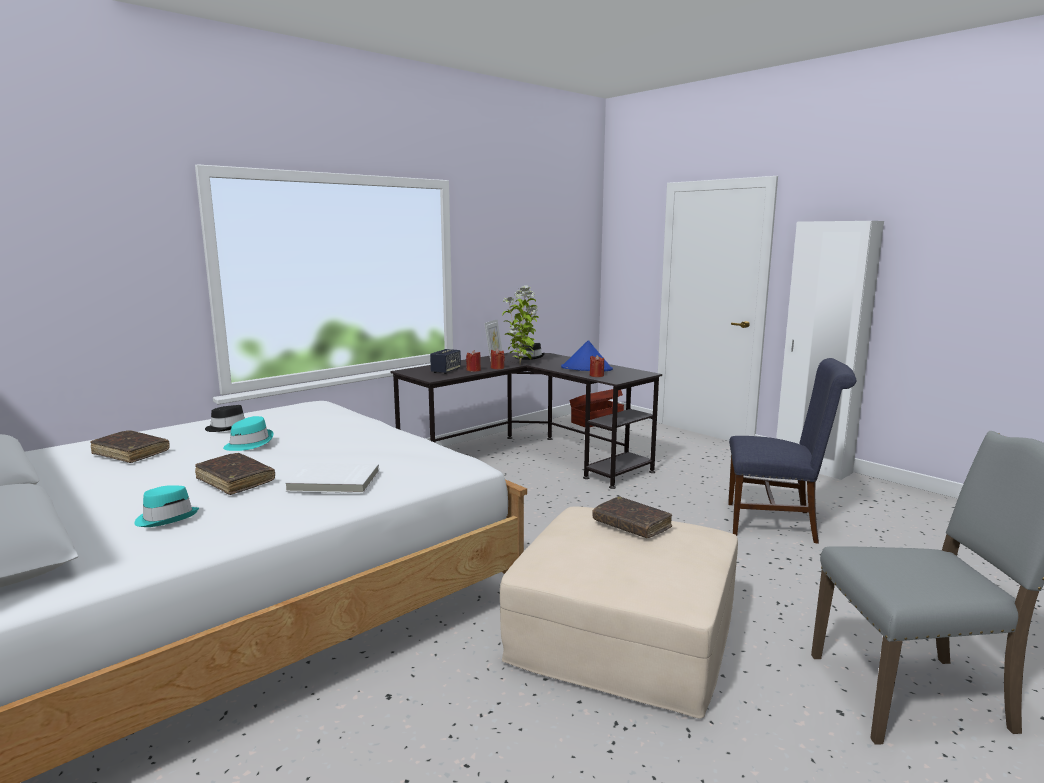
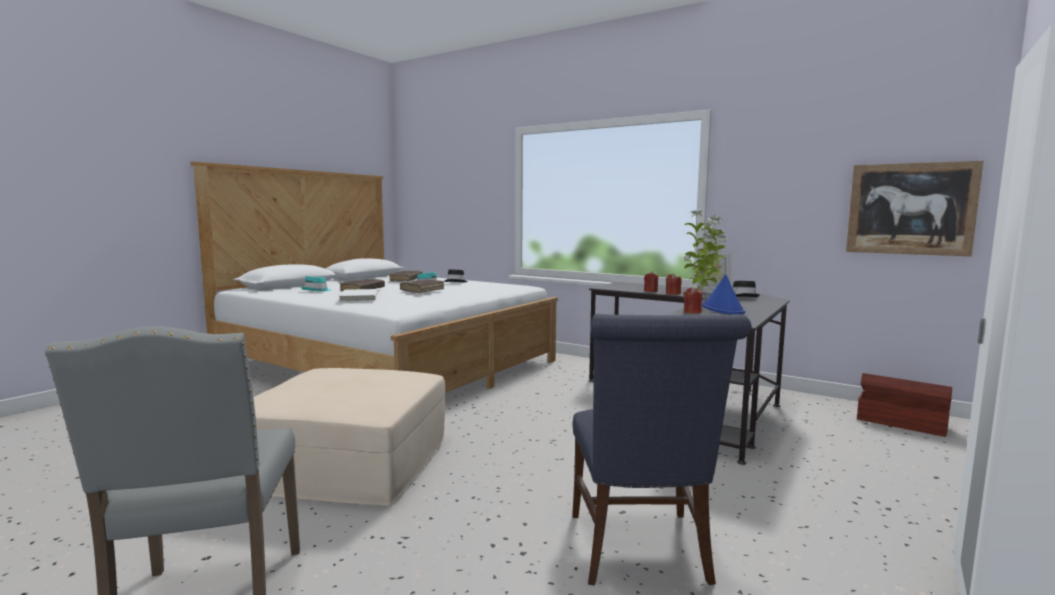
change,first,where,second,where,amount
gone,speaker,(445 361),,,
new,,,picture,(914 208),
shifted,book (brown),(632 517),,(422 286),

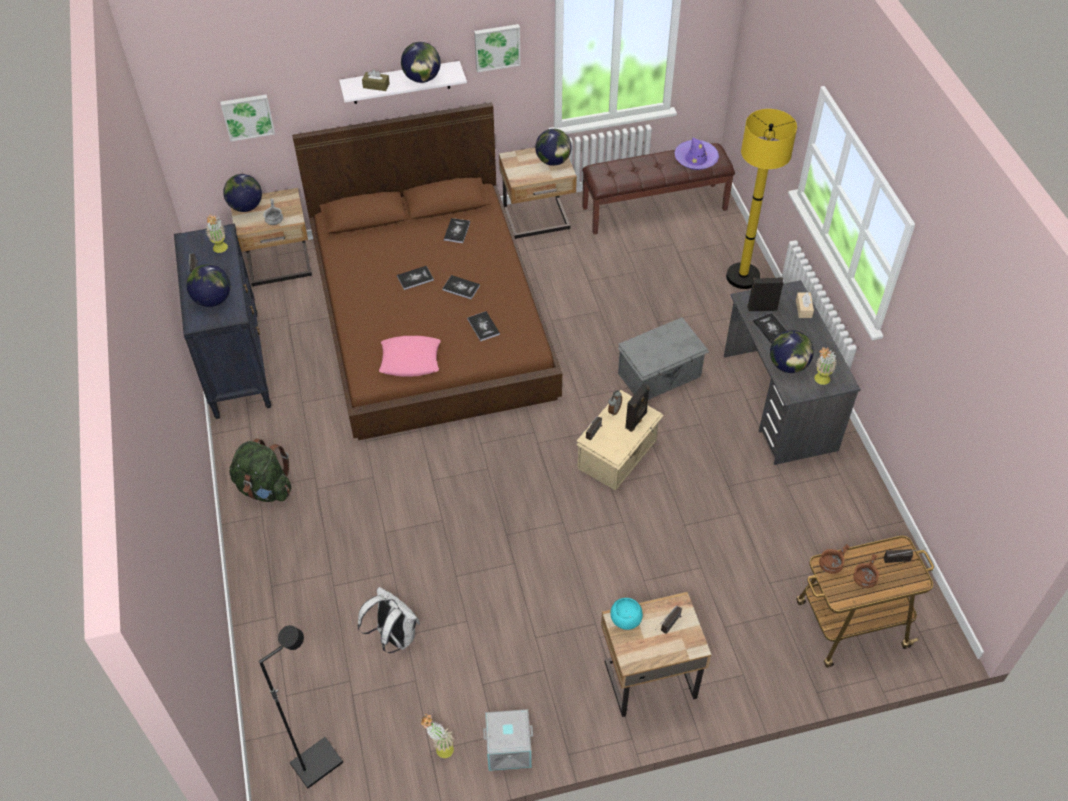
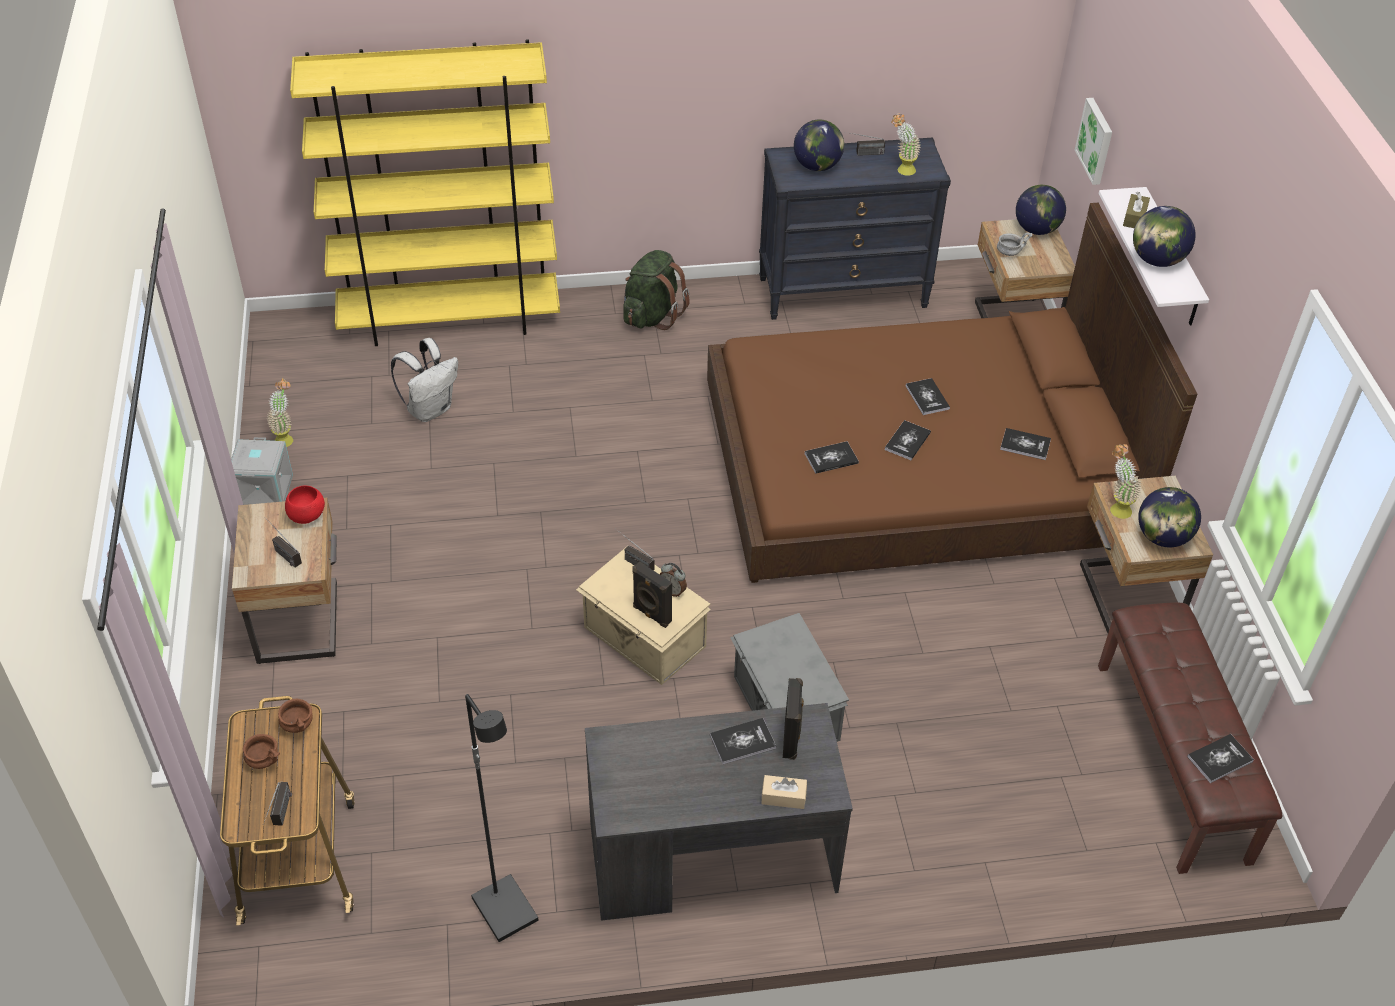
change,first,where,second,where,amount
gone,pillow (pink),(410 356),,,
gone,picture,(497 48),,,
gone,floor lamp (yellow),(761 199),,,
gone,globe,(792 351),,,
new,,,bookcase (yellow),(425 192),
shifted,floor lamp (black),(301 706),,(501 818),
shifted,potted plant,(826 366),,(1126 481),
swapped,hat (purple),(696 153),book,(1220 758),
repainted,bowl (turquoise),(626 614),bowl (red),(305 505),

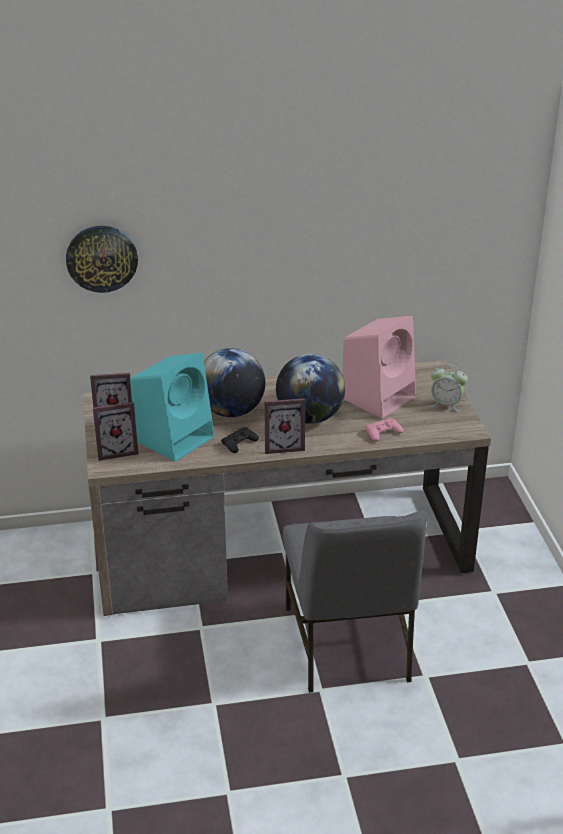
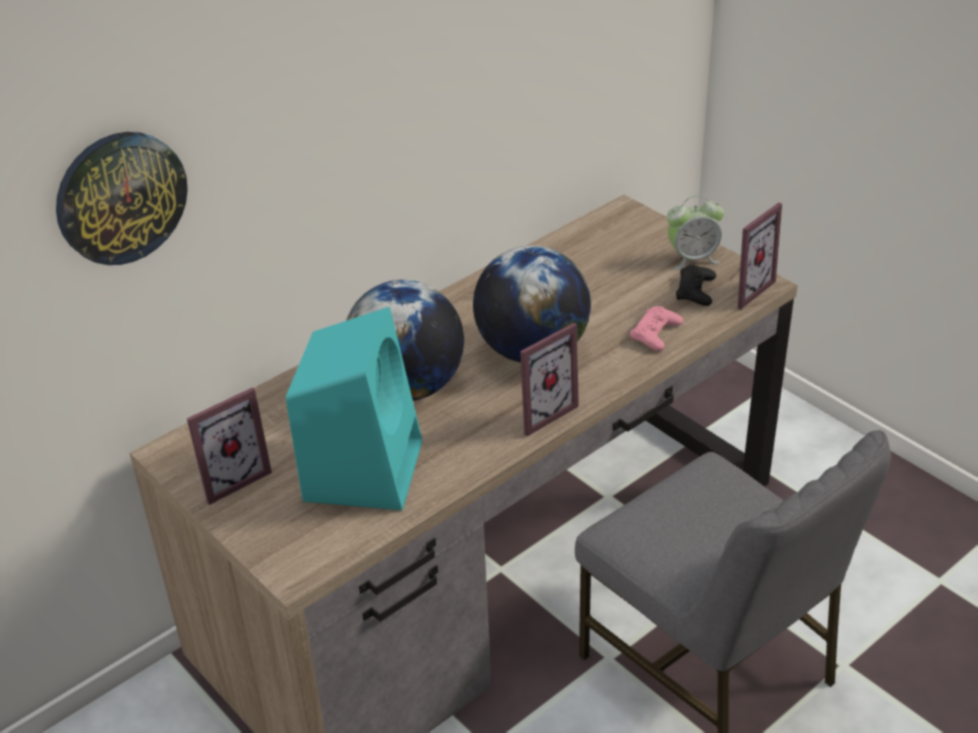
change,first,where,second,where,amount
gone,speaker (pink),(379 367),,,
shifted,picture frame,(116 431),,(755 256),
shifted,game controller (black),(240 440),,(696 285),

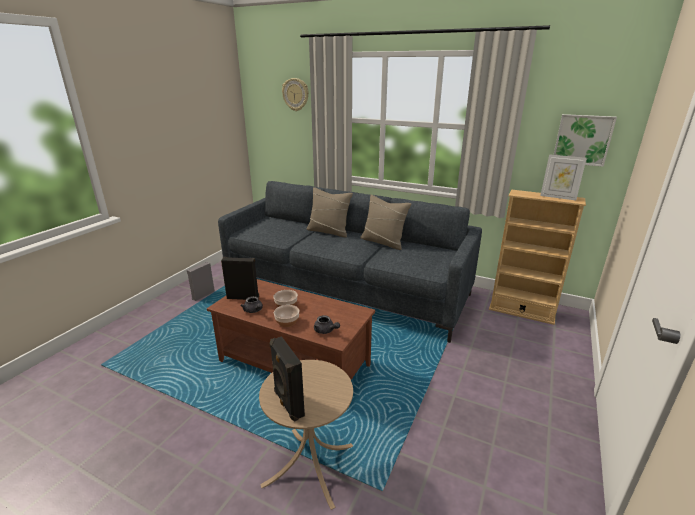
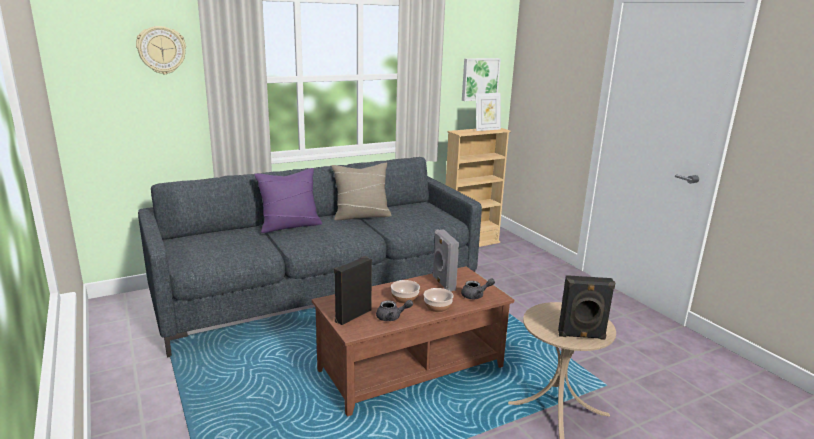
change,first,where,second,where,amount
shifted,speaker (grey),(201 281),,(445 260),
repainted,pillow (beige),(330 212),pillow (purple),(288 200),

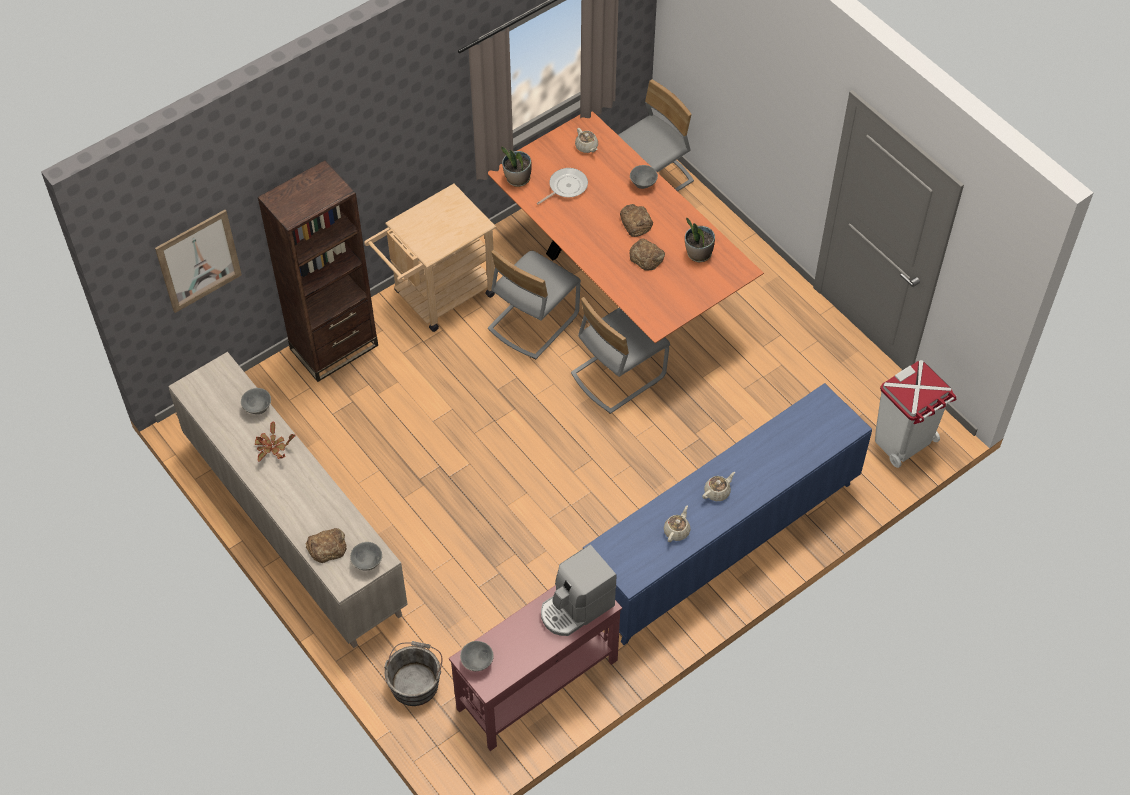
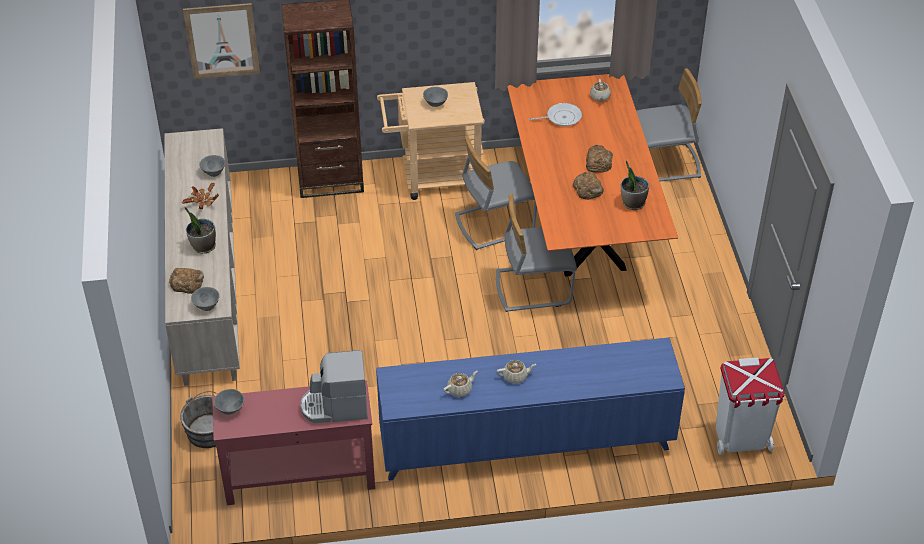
change,first,where,second,where,amount
shifted,potted plant,(516 166),,(200 230),
shifted,bowl (grey),(644 177),,(435 97),

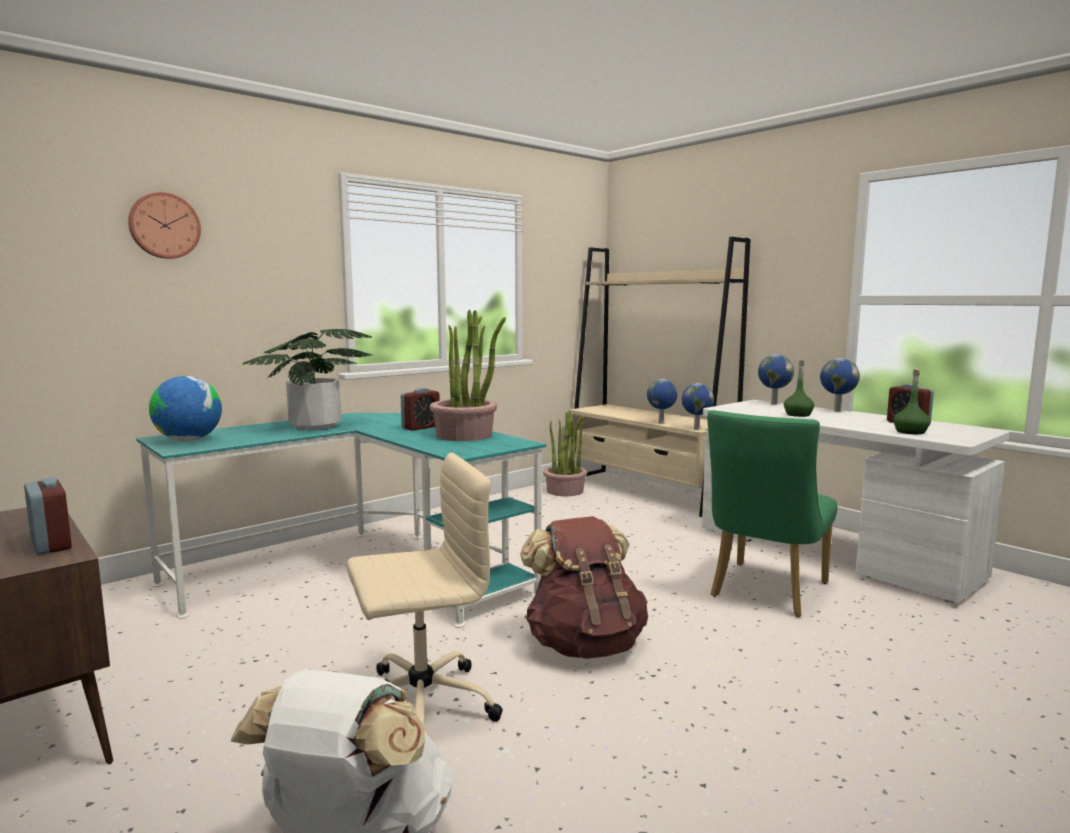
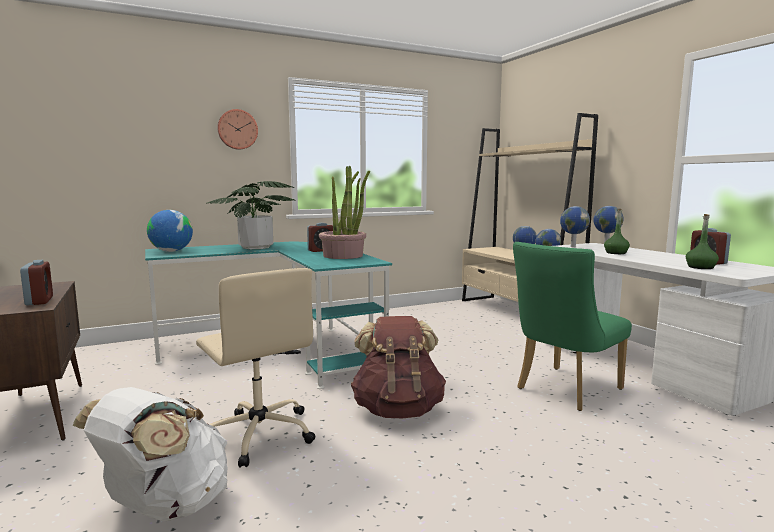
change,first,where,second,where,amount
gone,potted plant,(565 453),,,
shifted,wall clock,(164 225),,(237 129),
shifted,globe,(840 385),,(575 226),
rotated,office chair (beige),(424 588),,(255 368),60 degrees clockwise

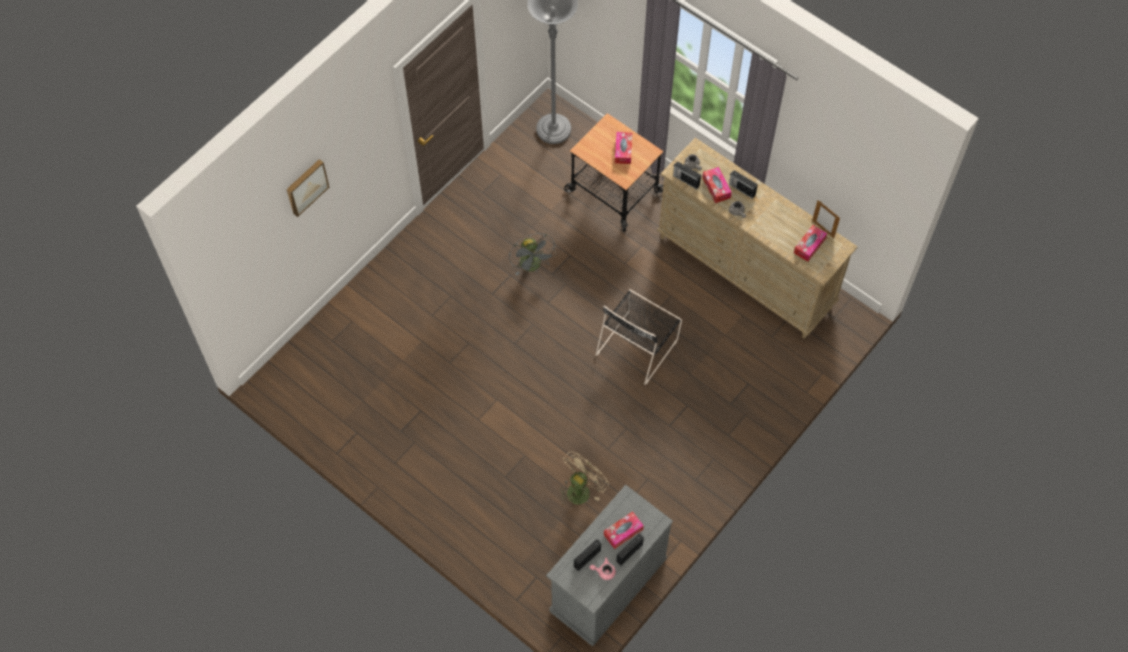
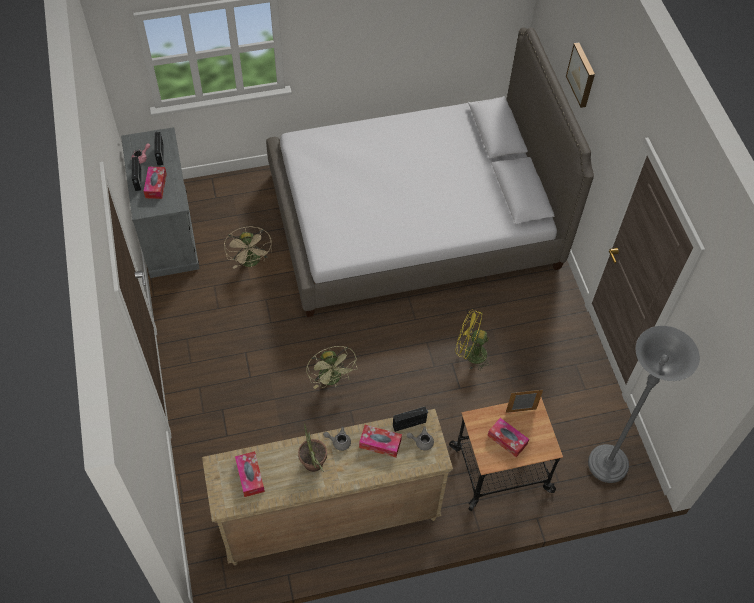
change,first,where,second,where,amount
gone,radio,(743 184),,,
new,,,bed,(430 172),
new,,,potted plant,(312 447),
shifted,picture frame,(826 219),,(524 401),
swapped,chair (black),(638 337),fan (green),(331 367),
repainted,fan (grey),(532 254),fan (yellow),(473 340),

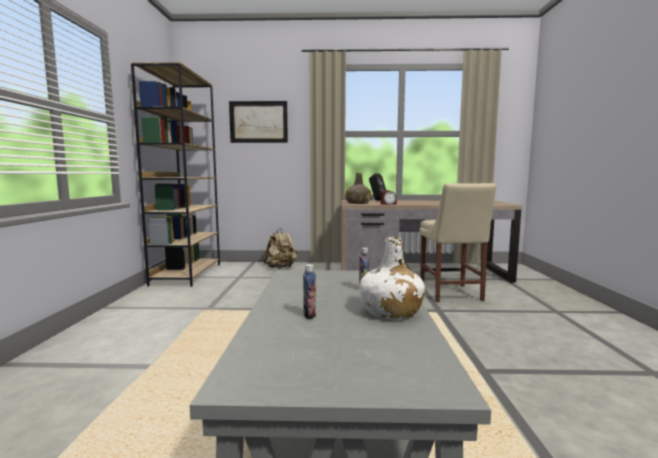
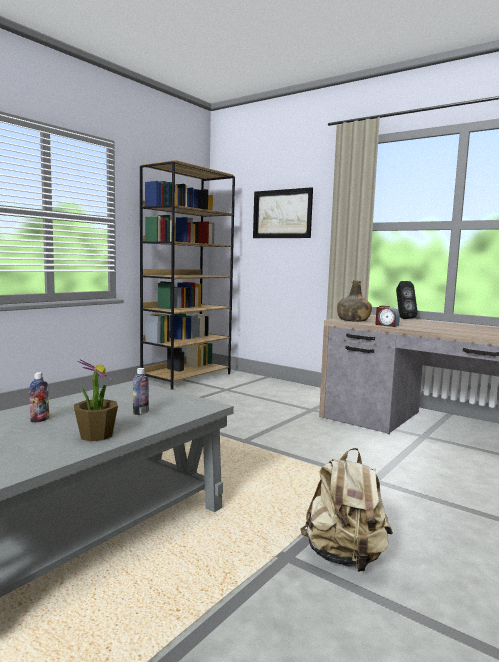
change,first,where,second,where,amount
gone,chair (beige),(457 242),,,
shifted,backpack (beige),(280 248),,(347 510),
swapped,bottle (white),(392 278),potted plant,(96 400),

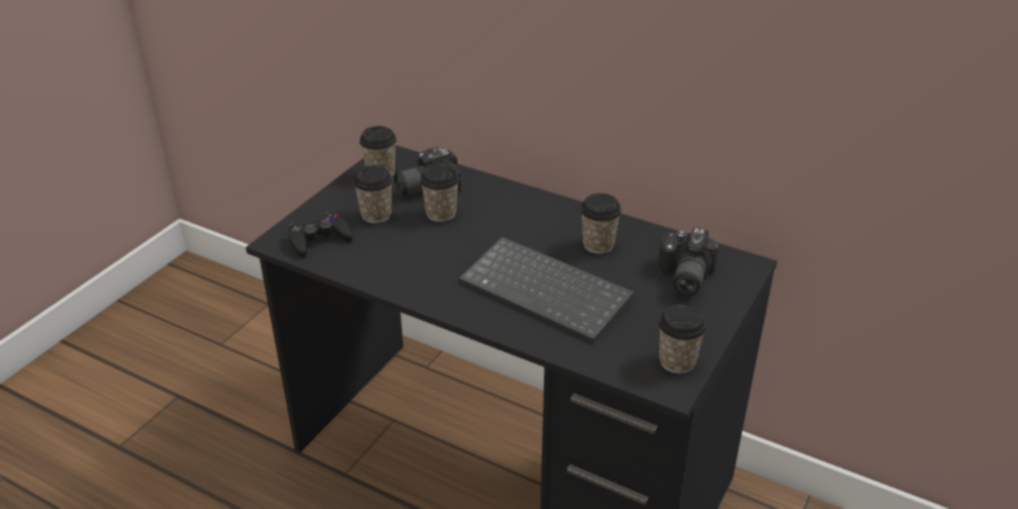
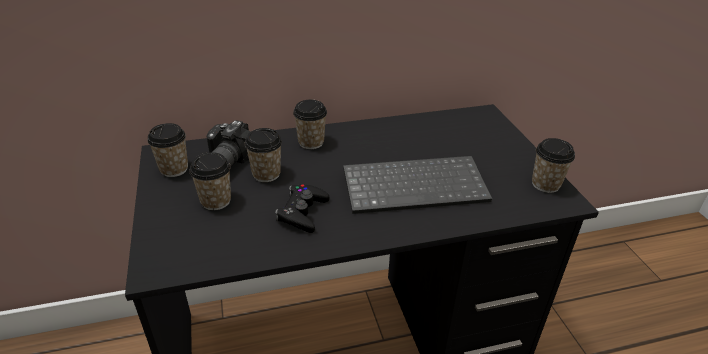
change,first,where,second,where,amount
gone,photo camera,(688 262),,,
shifted,game controller (black),(320 235),,(302 208),
shifted,cup,(601 223),,(310 124),

